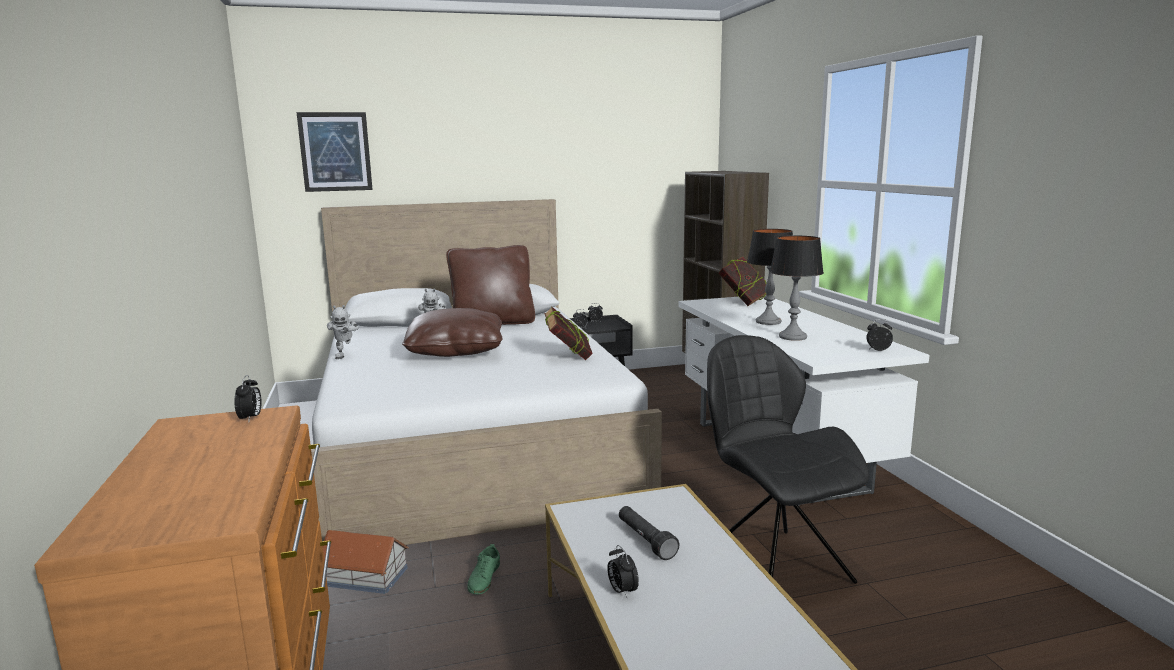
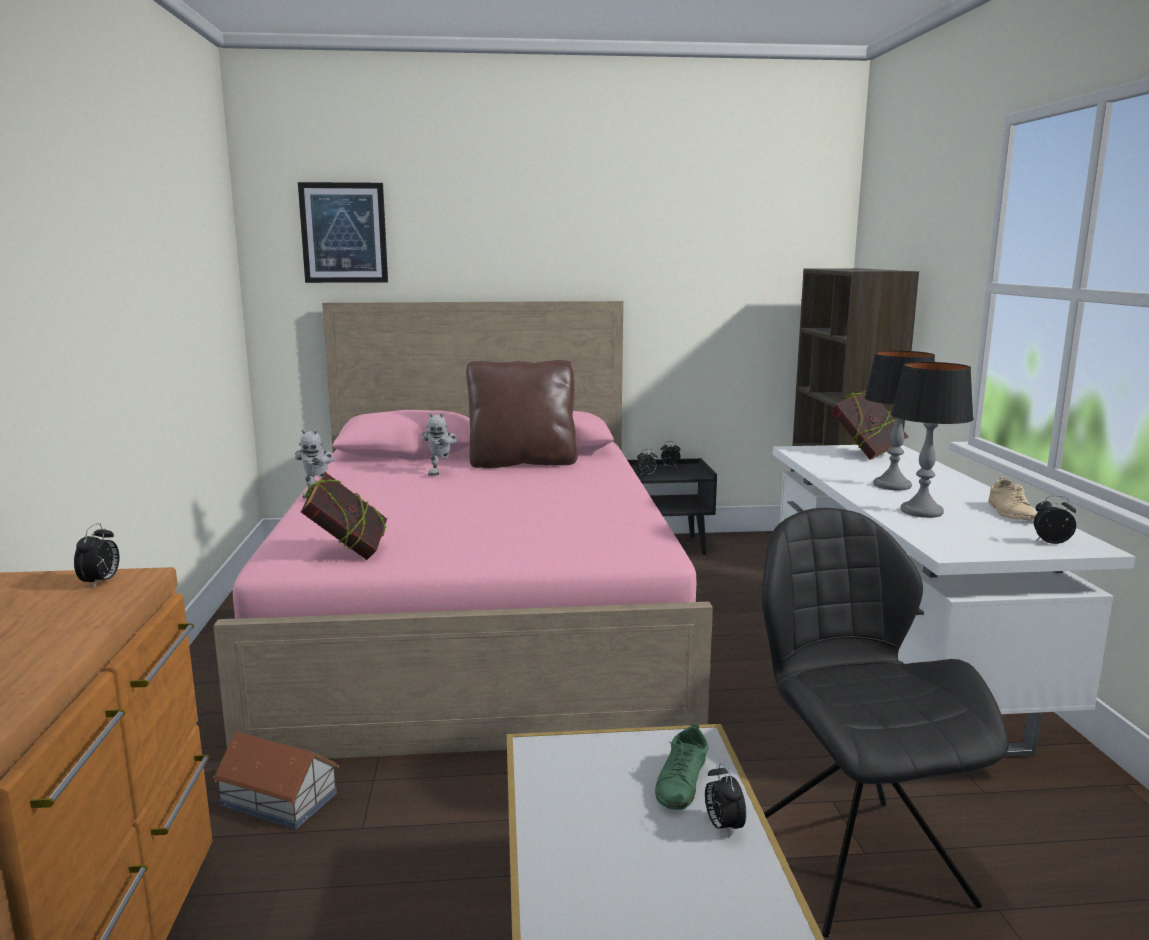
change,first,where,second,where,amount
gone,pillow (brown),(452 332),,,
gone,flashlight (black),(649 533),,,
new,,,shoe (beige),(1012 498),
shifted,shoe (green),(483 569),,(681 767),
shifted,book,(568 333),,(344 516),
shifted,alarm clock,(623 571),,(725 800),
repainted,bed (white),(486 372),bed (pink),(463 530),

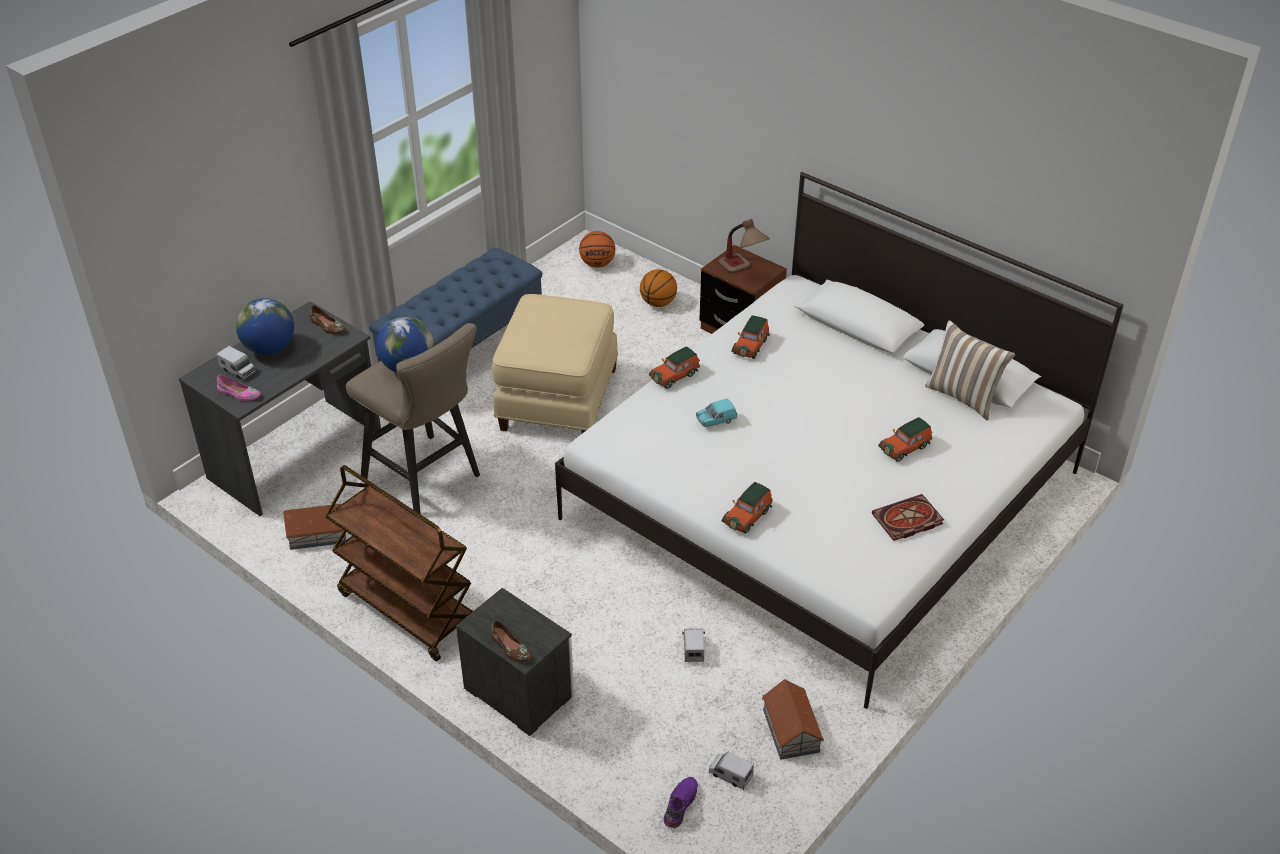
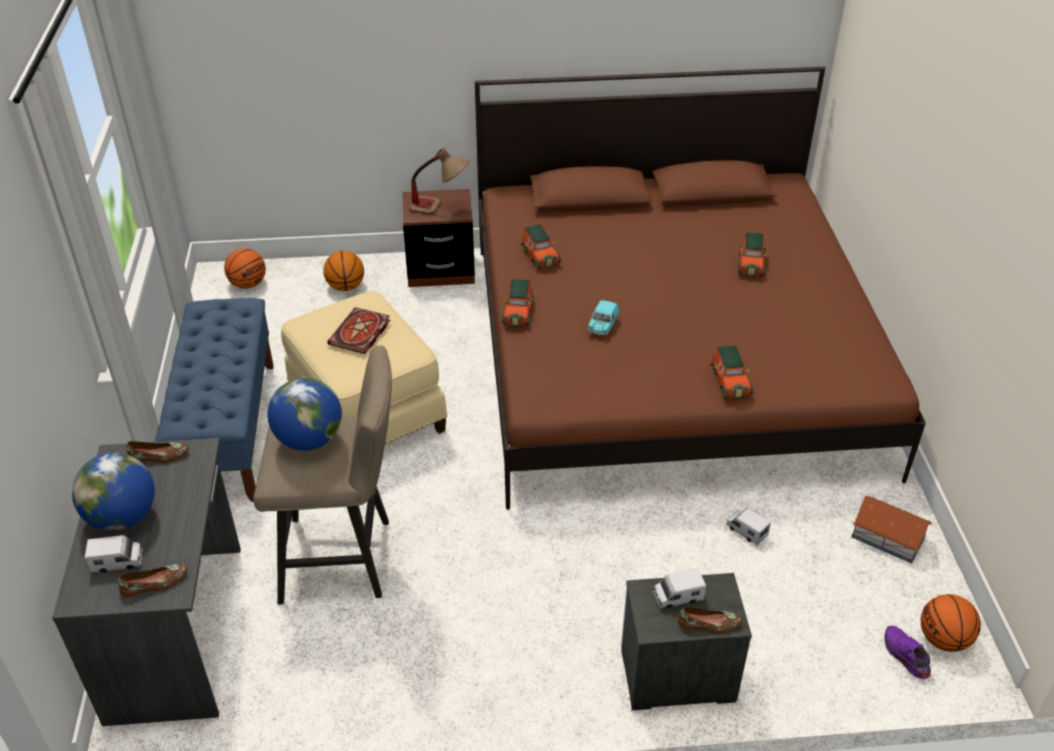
change,first,where,second,where,amount
gone,toy house,(314 527),,,
gone,cart (brown),(399 563),,,
gone,pillow,(970 370),,,
new,,,basketball,(951 623),
shifted,toy truck,(731 770),,(679 588),
shifted,book,(908 517),,(358 330),
repainted,shoe (pink),(239 388),shoe (brown),(152 580),
repainted,bed (white),(839 440),bed (brown),(700 288),

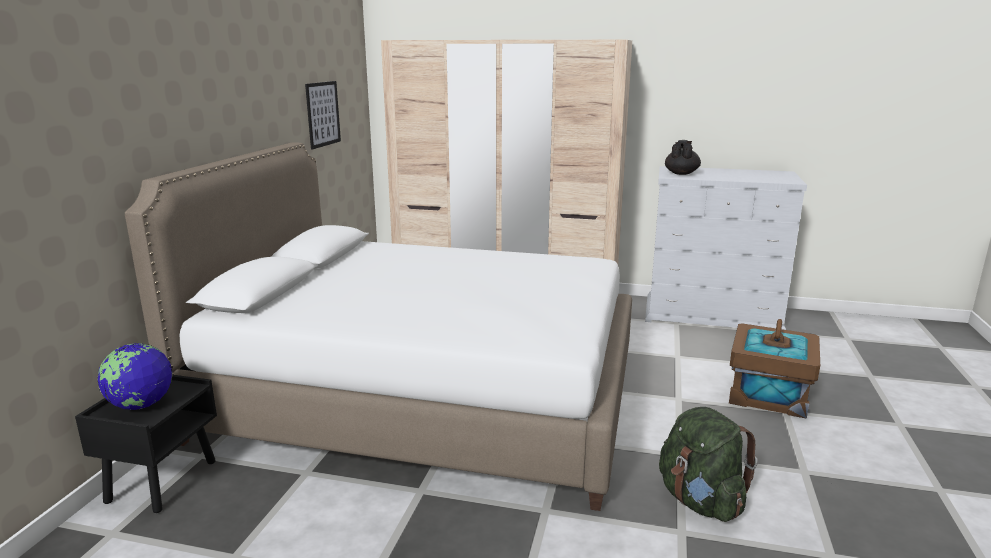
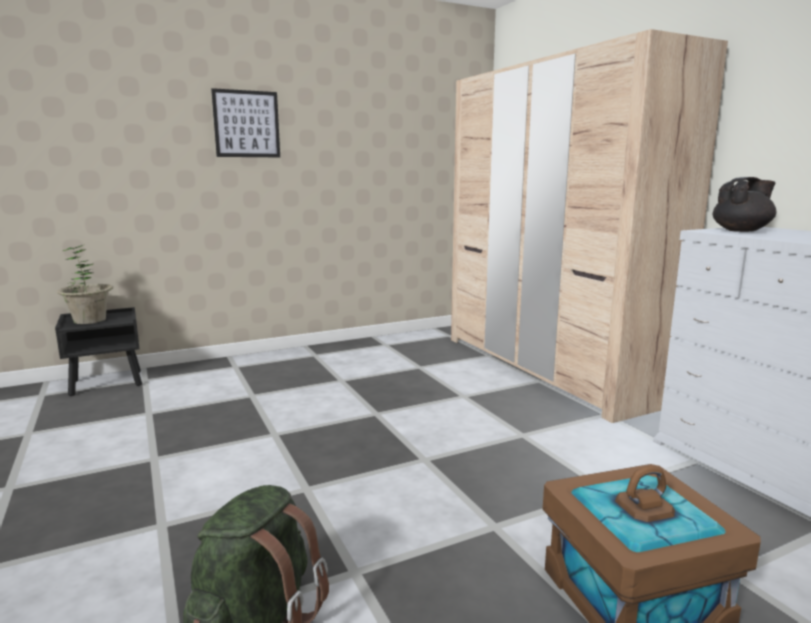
change,first,where,second,where,amount
gone,bed (white),(378 326),,,
shifted,picture,(323 115),,(245 122),
swapped,globe,(135 376),potted plant,(85 284),

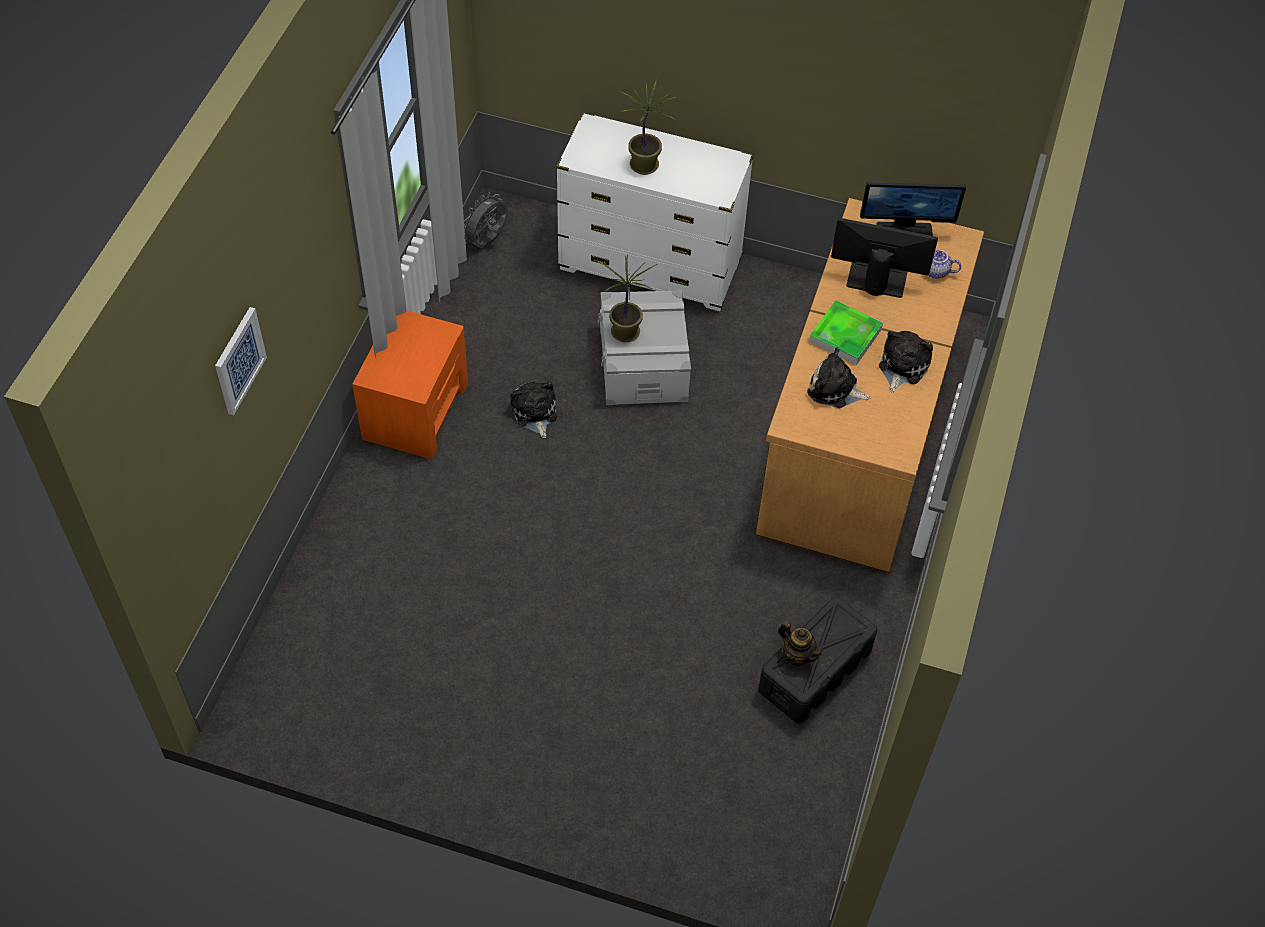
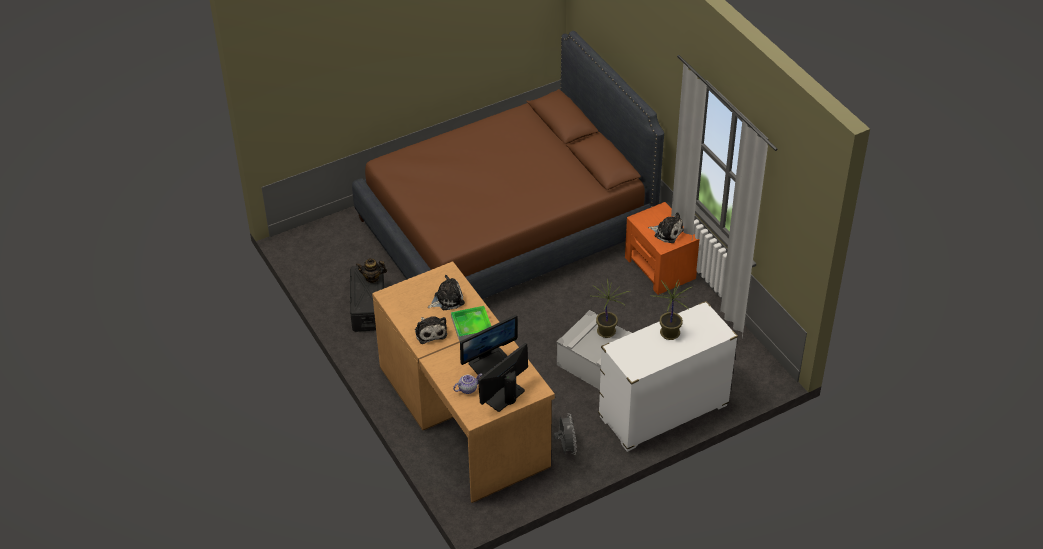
change,first,where,second,where,amount
gone,picture,(241 361),,,
new,,,bed (brown),(508 165),
shifted,fan (grey),(486 219),,(565 434),
shifted,plush toy,(534 410),,(666 227),

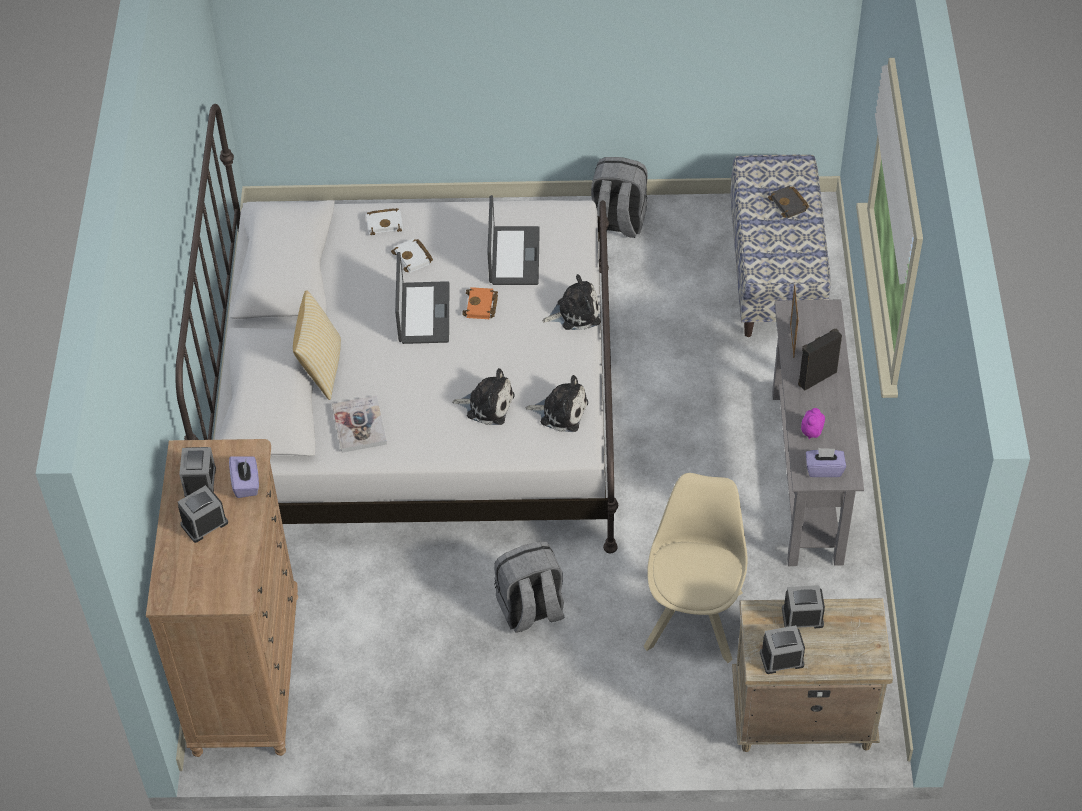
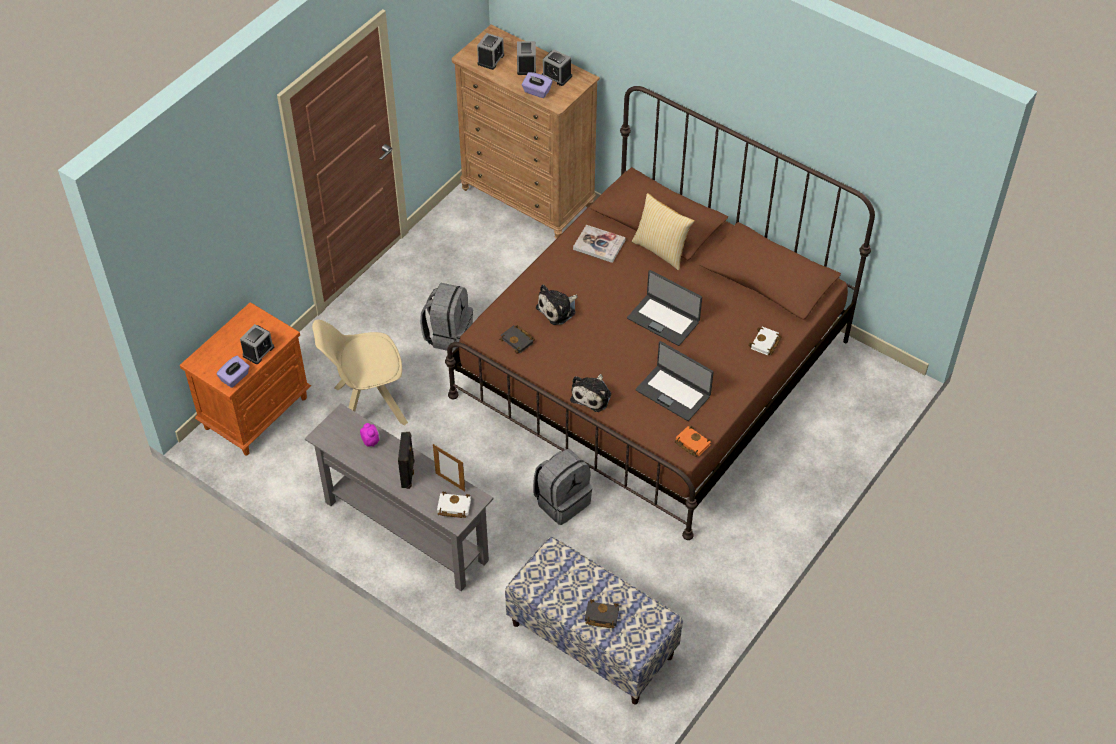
change,first,where,second,where,amount
shifted,book (white),(412 255),,(454 505),
shifted,book (orange),(480 303),,(693 441),
shifted,backpack (grey),(619 197),,(562 487),
shifted,alarm clock,(782 649),,(490 51),
shifted,tissue box (purple),(826 462),,(233 372),
swapped,plush toy,(557 403),book (black),(517 339),
repainted,bed (white),(396 328),bed (brown),(660 313),
repainted,nightstand (beige),(812 675),nightstand (orange),(245 378),
rotated,chair (beige),(696 568),,(360 372),120 degrees clockwise

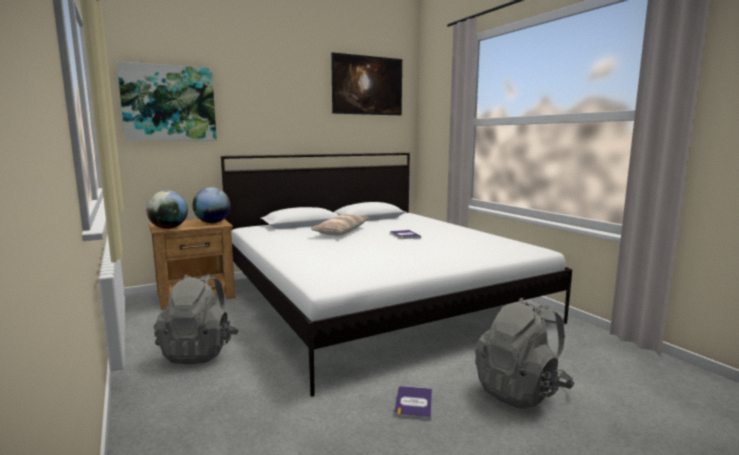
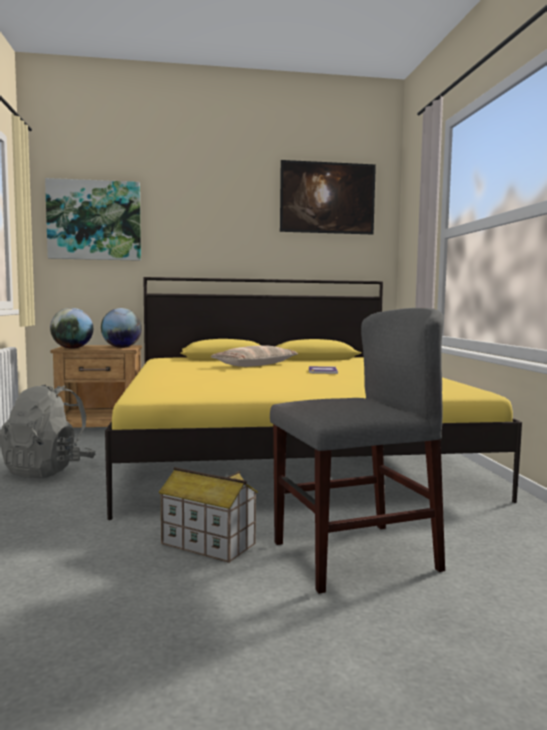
change,first,where,second,where,amount
swapped,book,(413 403),toy house,(208 515),
swapped,backpack (grey),(524 353),chair (grey),(357 451),
repainted,bed (white),(396 274),bed (yellow),(313 398),

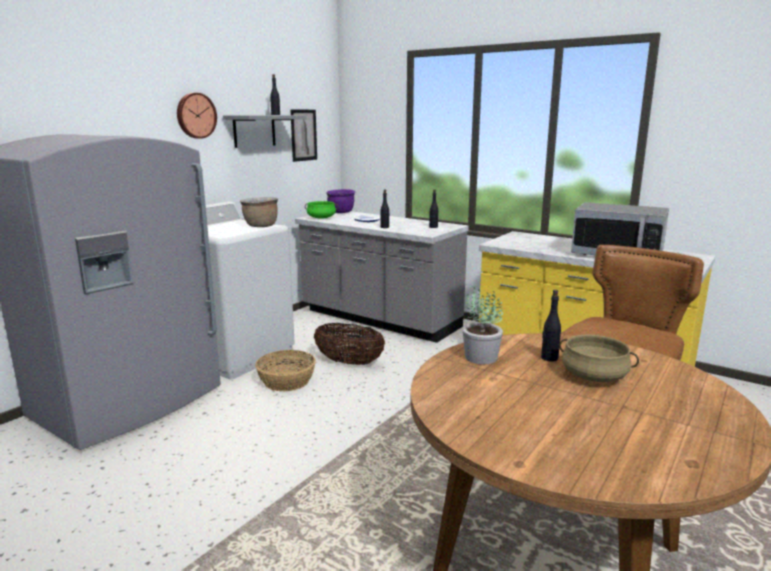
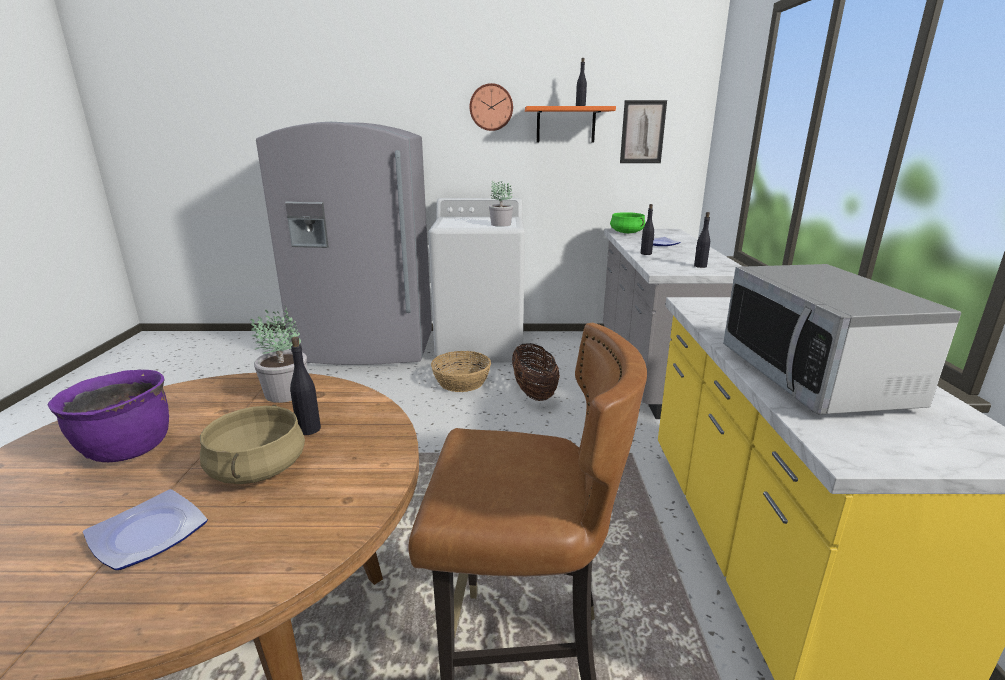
change,first,where,second,where,amount
new,,,plate,(145 529),
shifted,cooking pot (purple),(340 201),,(108 416),
swapped,cooking pot (brown),(259 212),potted plant,(501 204),
repainted,shelf (grey),(265 131),shelf (orange),(570 124),

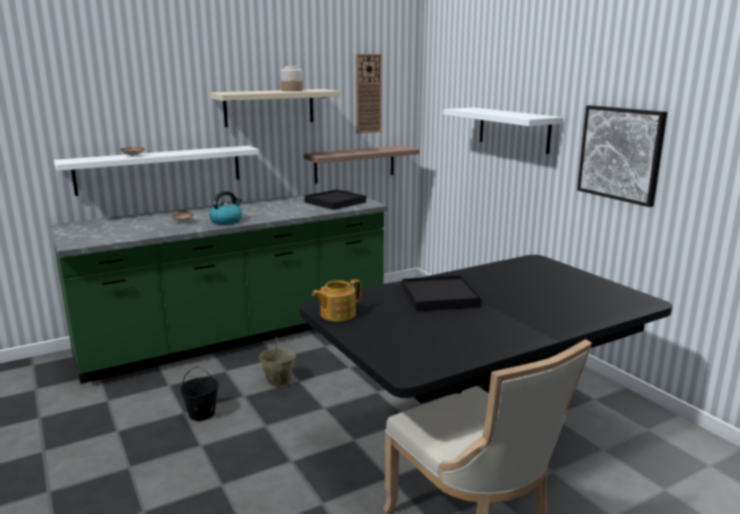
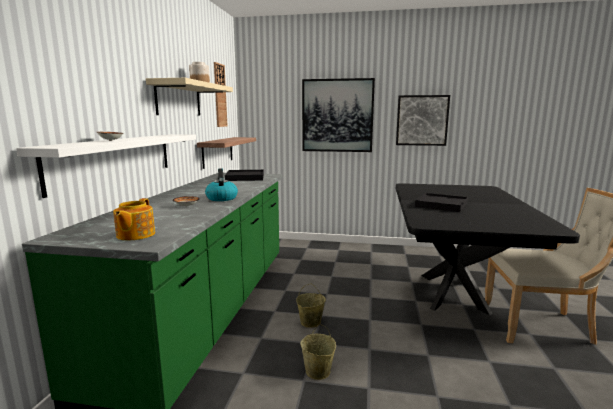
change,first,where,second,where,amount
shifted,teapot,(336 300),,(134 219),
swapped,shelf (white),(503 130),picture,(338 115),
repainted,bucket (black),(199 393),bucket (beige),(318 352),

